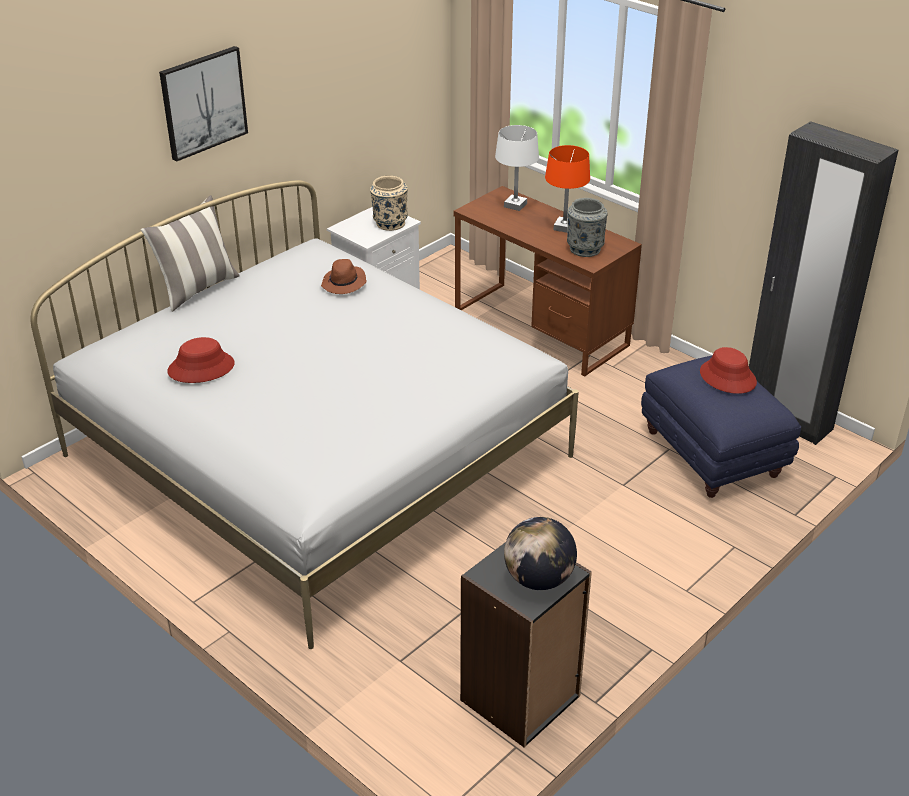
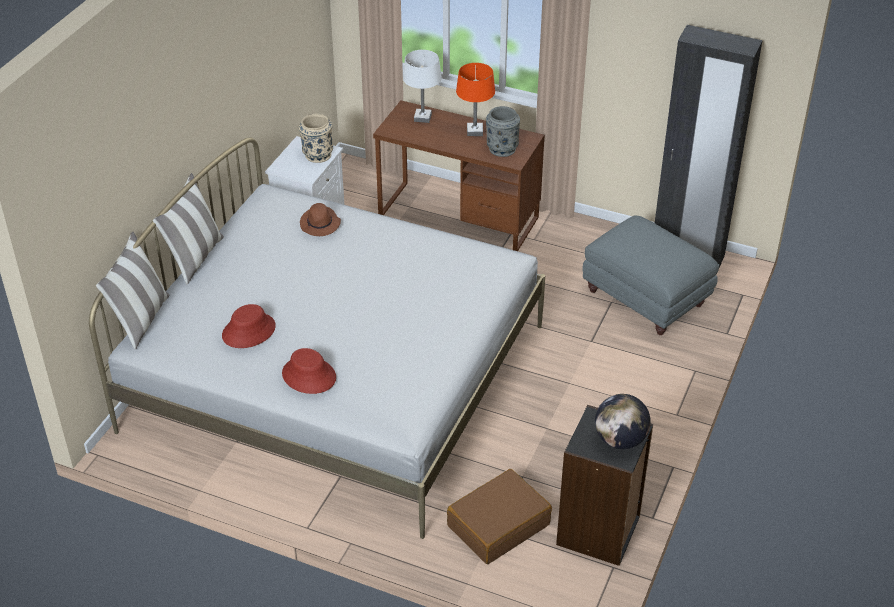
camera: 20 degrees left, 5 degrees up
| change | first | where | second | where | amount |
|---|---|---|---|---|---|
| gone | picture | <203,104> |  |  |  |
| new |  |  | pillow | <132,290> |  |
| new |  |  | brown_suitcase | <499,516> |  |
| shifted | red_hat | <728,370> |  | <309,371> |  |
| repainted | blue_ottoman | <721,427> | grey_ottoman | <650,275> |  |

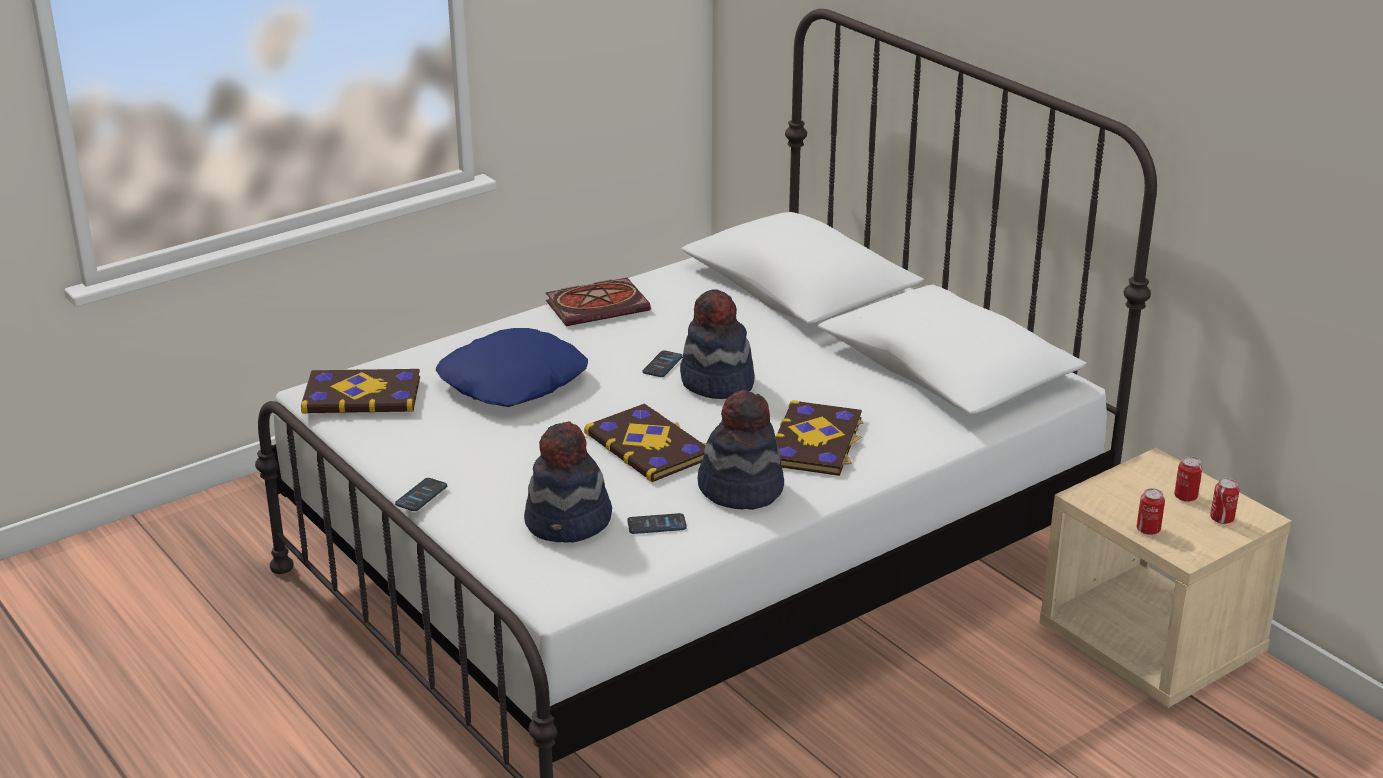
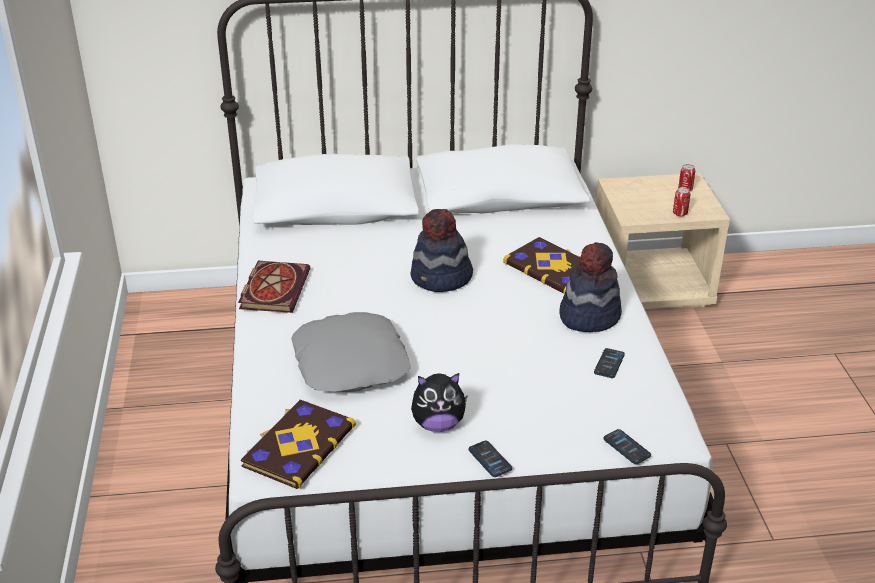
camera: 60 degrees left, 5 degrees up
| change | first | where | second | where | amount |
|---|---|---|---|---|---|
| gone | hat | <568,482> |  |  |  |
| gone | book | <645,442> |  |  |  |
| gone | can | <1188,479> |  |  |  |
| new |  |  | plush_toy | <439,402> |  |
| shifted | phone | <663,364> |  | <627,446> |  |
| repainted | blue_pillow | <512,367> | grey_pillow | <351,352> |  |

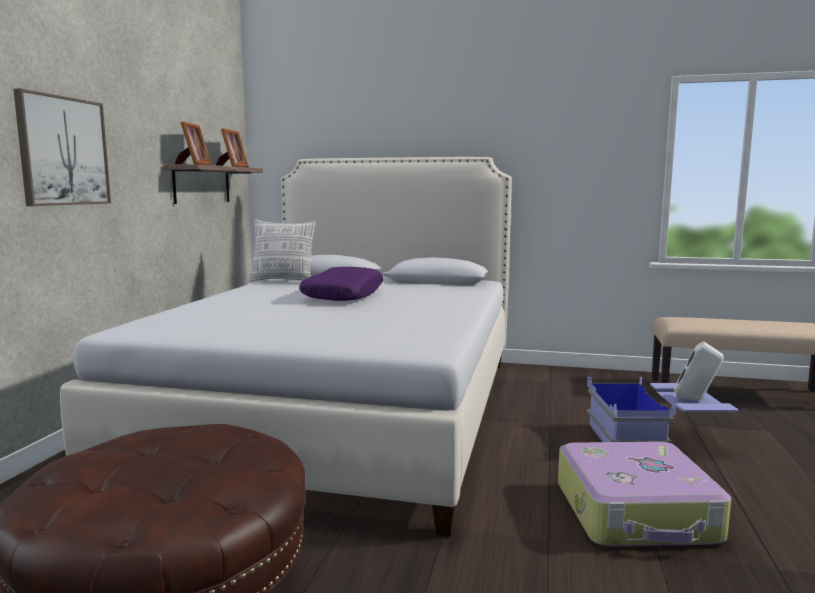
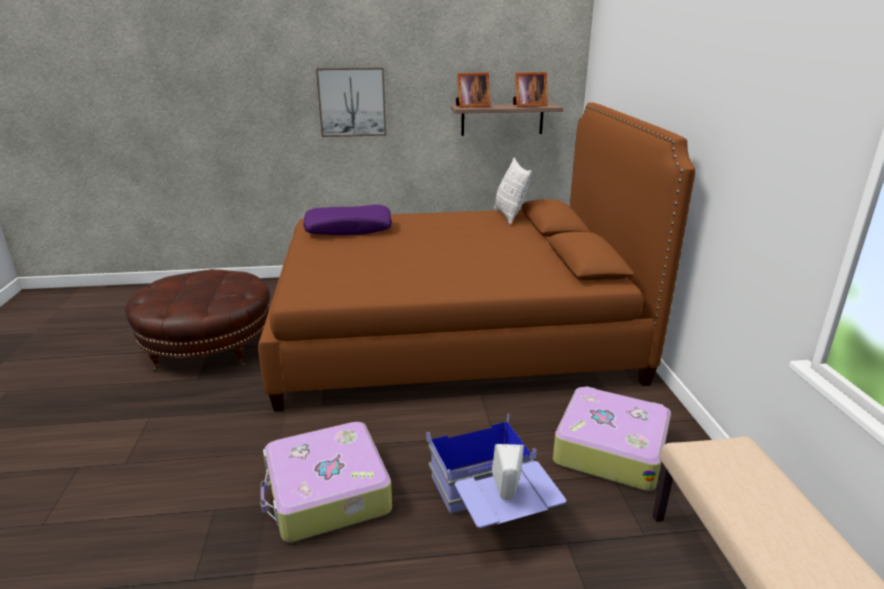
camera: 70 degrees right, 15 degrees up
| change | first | where | second | where | amount |
|---|---|---|---|---|---|
| new |  |  | suitcase | <612,438> |  |
| shifted | purple_pillow | <341,284> |  | <347,220> |  |
| repainted | white_bed | <286,347> | brown_bed | <477,257> |  |

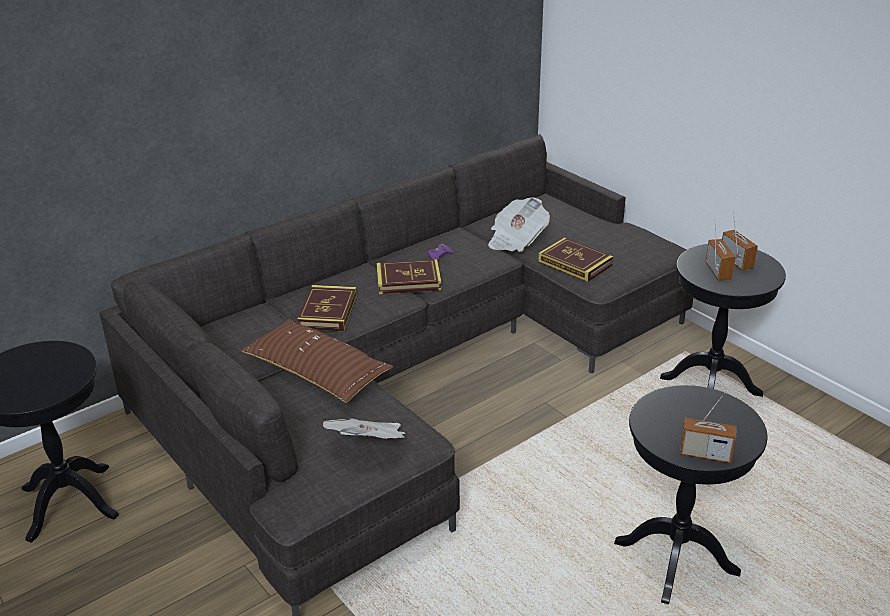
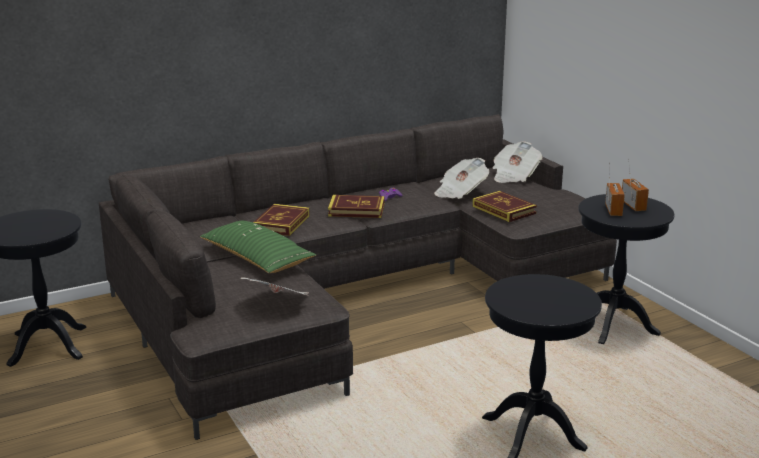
camera: 10 degrees right, 10 degrees down
| change | first | where | second | where | amount |
|---|---|---|---|---|---|
| gone | radio | <708,427> |  |  |  |
| new |  |  | newspaper | <518,162> |  |
| repainted | brown_pillow | <317,361> | green_pillow | <258,247> |  |

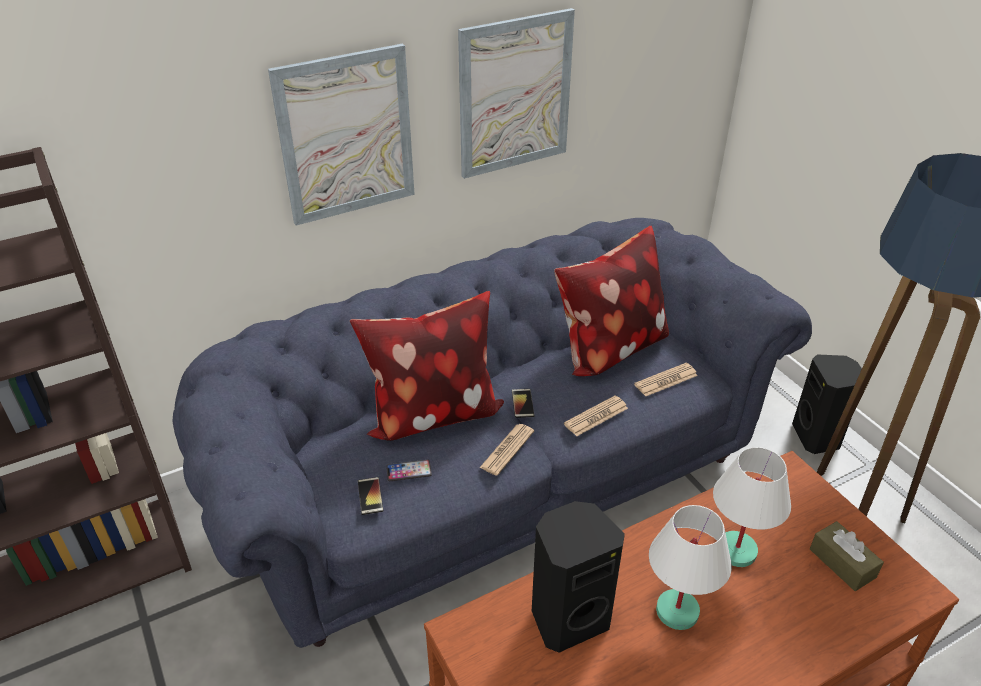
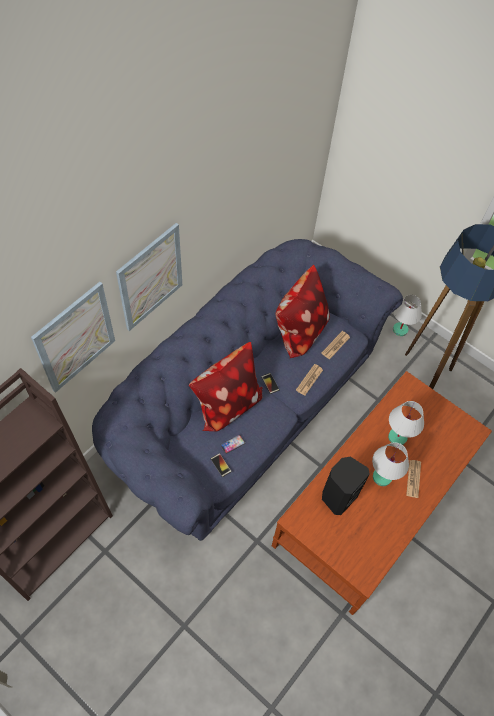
camera: 25 degrees left, 20 degrees up
| change | first | where | second | where | amount |
|---|---|---|---|---|---|
| gone | brown_tissue_box | <847,556> |  |  |  |
| shifted | picture | <516,93> |  | <73,337> |  |
| shifted | newspaper | <506,450> |  | <413,479> |  |
| swapped | black_speaker | <827,404> | white_table_lamp | <407,315> |  |

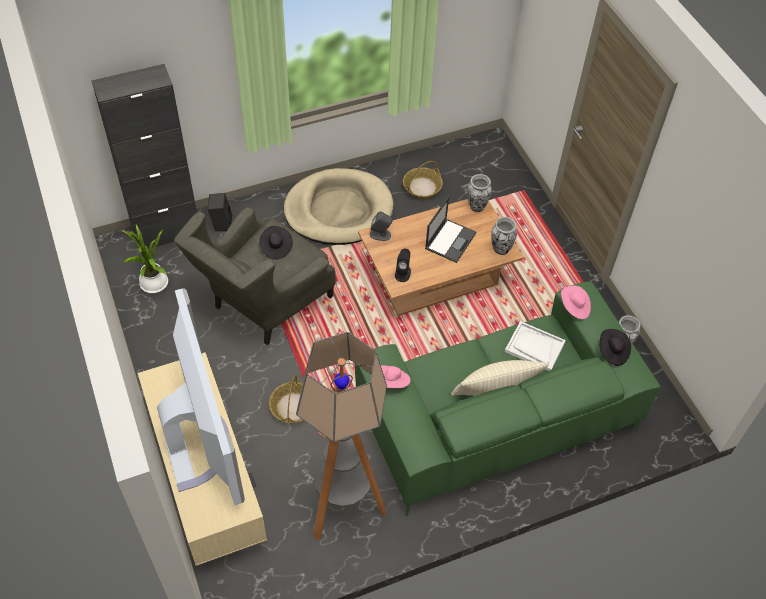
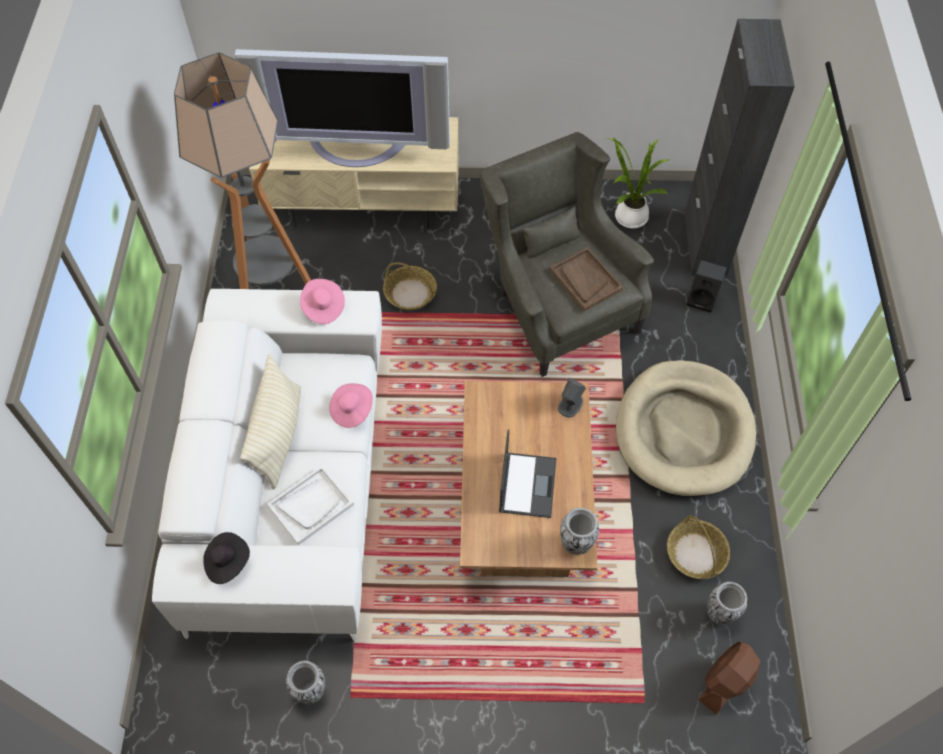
camera: 115 degrees right, 5 degrees up
| change | first | where | second | where | amount |
|---|---|---|---|---|---|
| gone | black_speaker | <403,265> |  |  |  |
| new |  |  | brown_fan | <729,678> |  |
| shifted | vase | <504,236> |  | <727,603> |  |
| shifted | pink_hat | <576,302> |  | <351,405> |  |
| swapped | black_hat | <276,243> | brown_tray | <586,279> |  |
| repainted | green_sofa | <508,398> | white_sofa | <267,465> |  |
| rotated | laptop | <450,229> |  | <527,473> | 135 degrees counterclockwise |

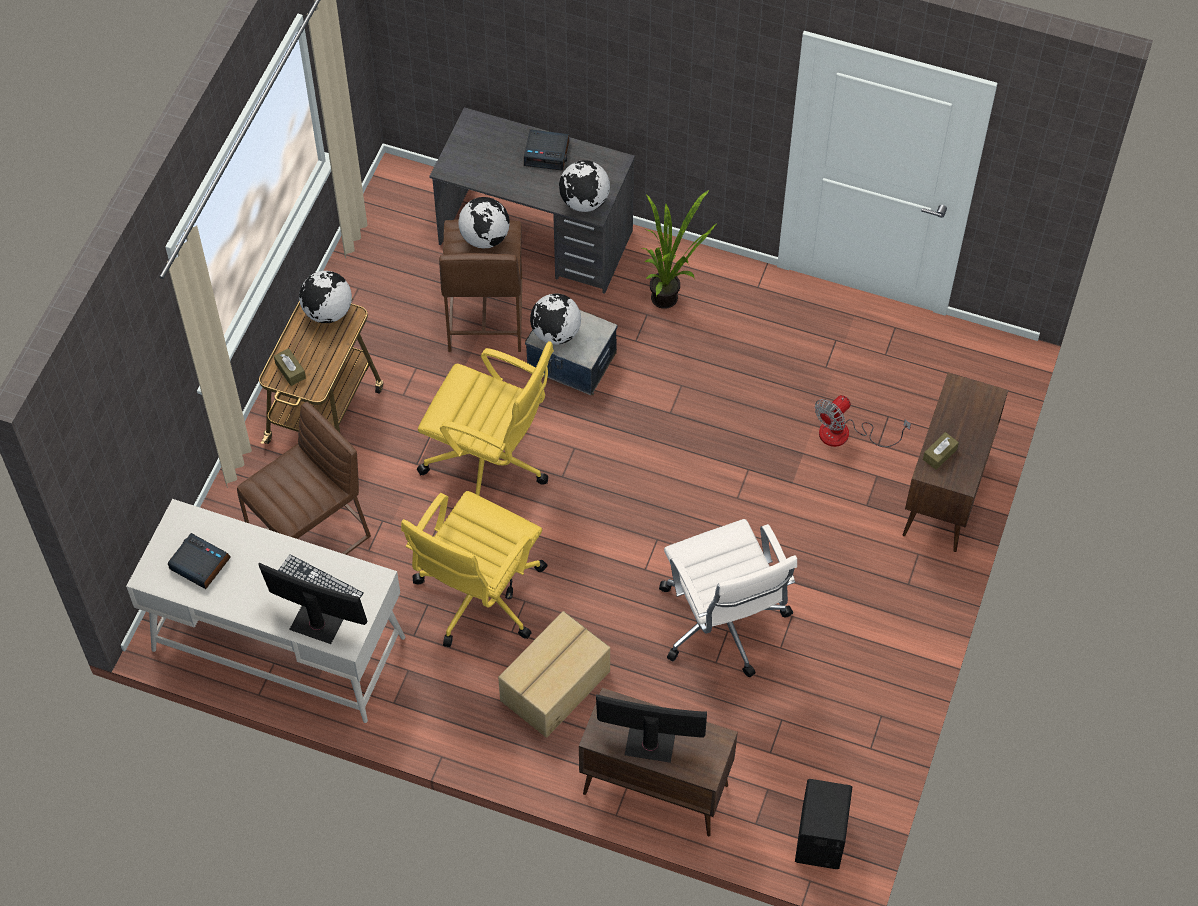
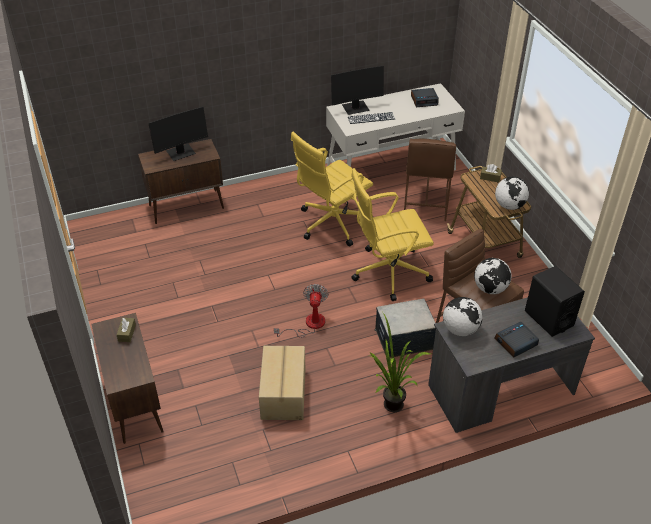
camera: 140 degrees right, 15 degrees down
| change | first | where | second | where | amount |
|---|---|---|---|---|---|
| gone | globe | <555,319> |  |  |  |
| gone | white_office_chair | <728,598> |  |  |  |
| shifted | cardboard_box | <554,674> |  | <282,383> |  |
| shifted | black_speaker | <823,824> |  | <555,301> |  |
| shifted | fan | <863,421> |  | <301,311> |  |
| rotated | yellow_office_chair | <474,569> |  | <332,189> | 120 degrees counterclockwise |

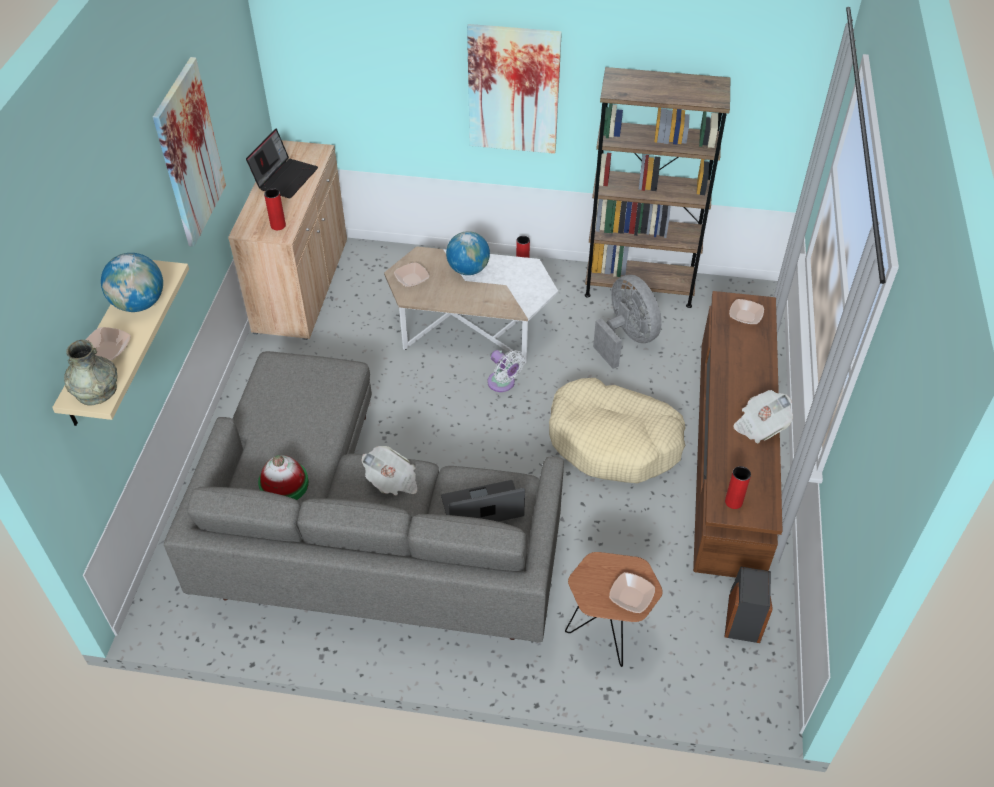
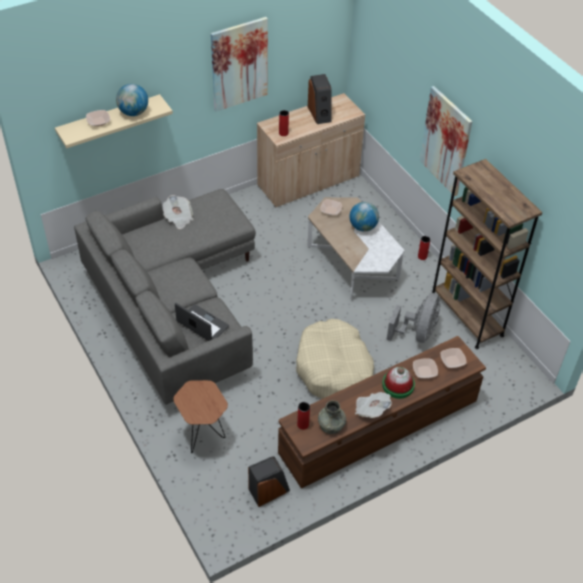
camera: 50 degrees right, 0 degrees up
| change | first | where | second | where | amount |
|---|---|---|---|---|---|
| gone | white_fan | <506,371> |  |  |  |
| shifted | grey_vase | <90,372> |  | <332,417> |  |
| shifted | hat | <283,477> |  | <398,383> |  |
| shifted | newspaper | <389,470> |  | <178,212> |  |
| shifted | bowl | <632,592> |  | <425,368> |  |
| swapped | laptop | <282,163> | speaker | <320,99> |  |

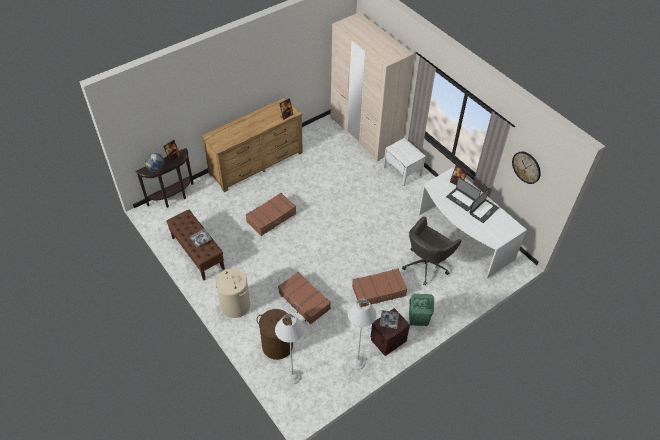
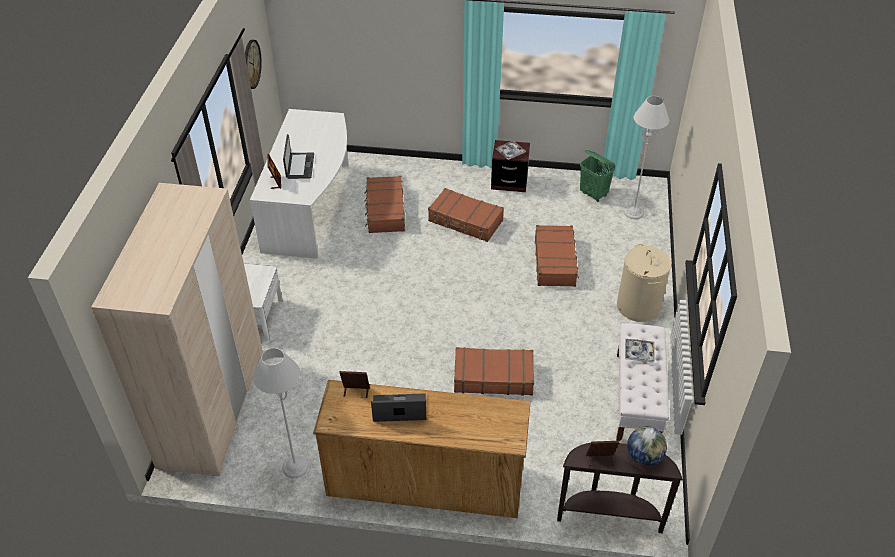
camera: 135 degrees left, 5 degrees down
| change | first | where | second | where | amount |
|---|---|---|---|---|---|
| gone | brown_laundry_basket | <274,334> |  |  |  |
| shifted | grey_floor_lamp | <362,334> |  | <280,413> |  |
| shifted | green_laundry_basket | <421,310> |  | <598,176> |  |
| shifted | laptop | <484,205> |  | <398,407> |  |
| swapped | grey_office_chair | <431,251> | brown_suitcase | <384,204> |  |
| repainted | brown_bench | <195,245> | white_bench | <642,382> |  |

